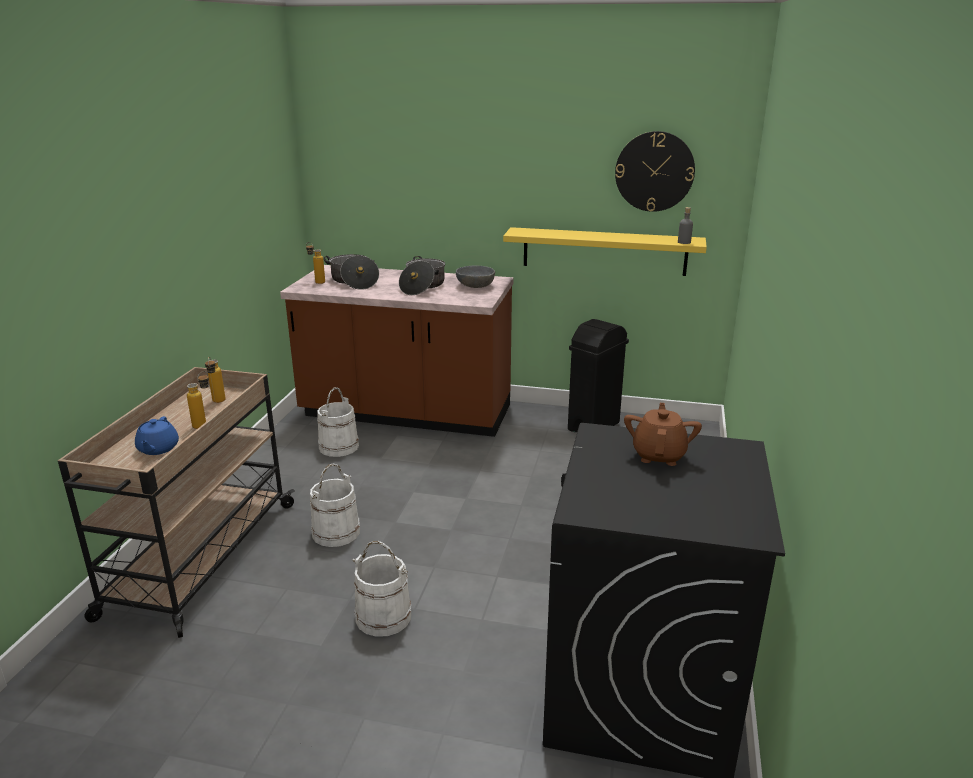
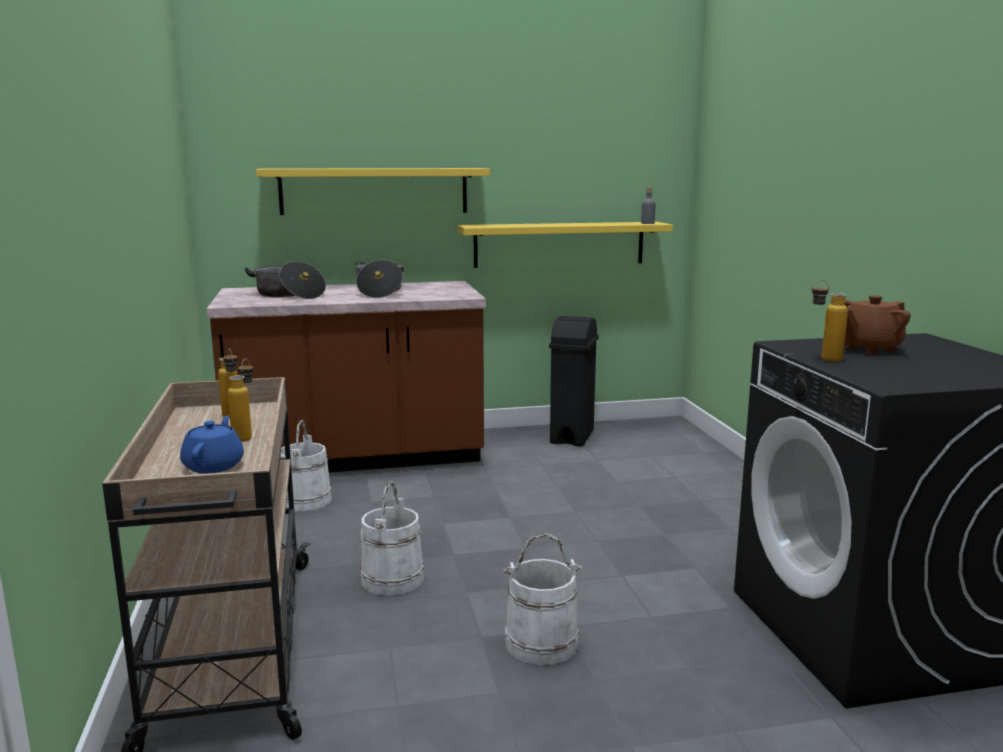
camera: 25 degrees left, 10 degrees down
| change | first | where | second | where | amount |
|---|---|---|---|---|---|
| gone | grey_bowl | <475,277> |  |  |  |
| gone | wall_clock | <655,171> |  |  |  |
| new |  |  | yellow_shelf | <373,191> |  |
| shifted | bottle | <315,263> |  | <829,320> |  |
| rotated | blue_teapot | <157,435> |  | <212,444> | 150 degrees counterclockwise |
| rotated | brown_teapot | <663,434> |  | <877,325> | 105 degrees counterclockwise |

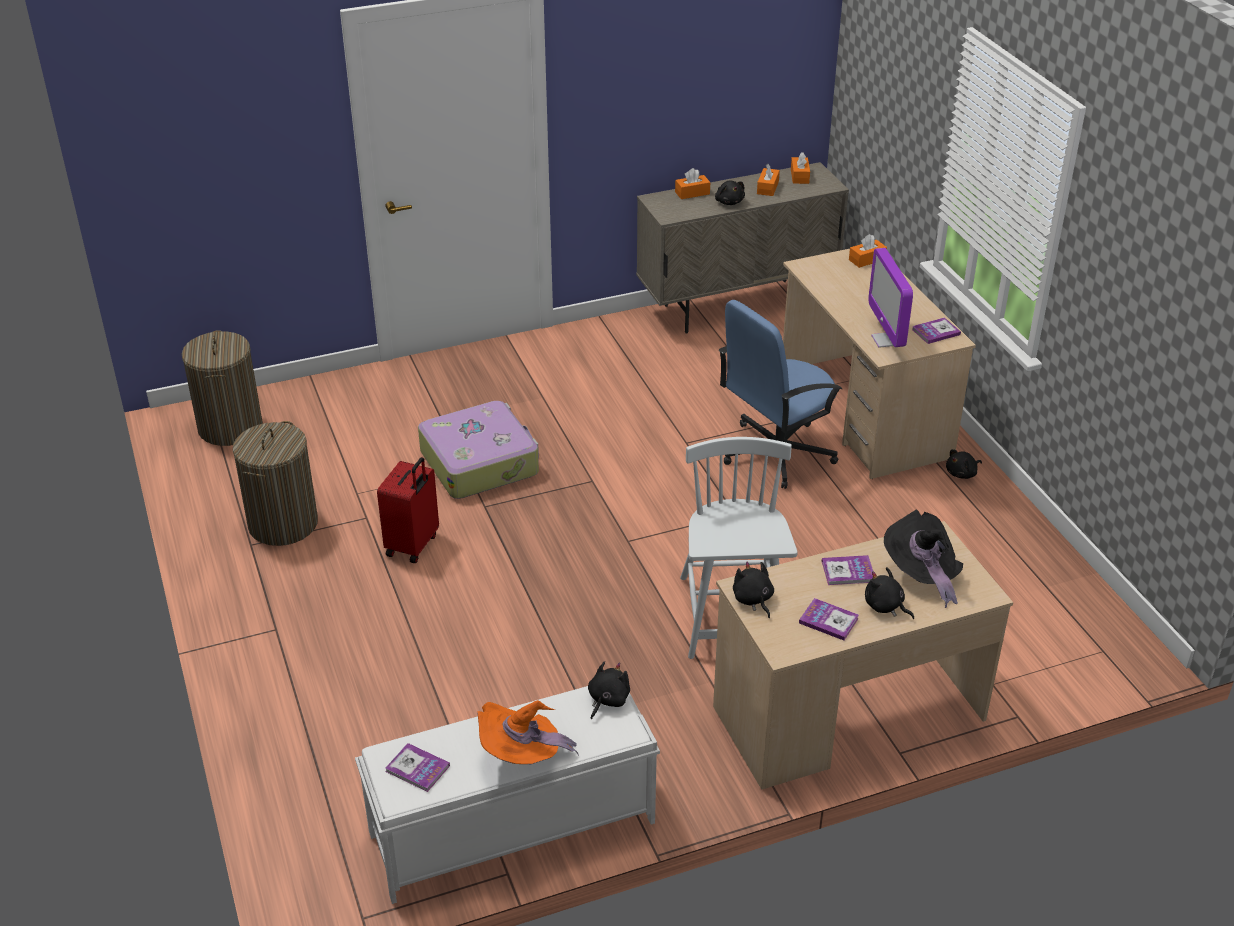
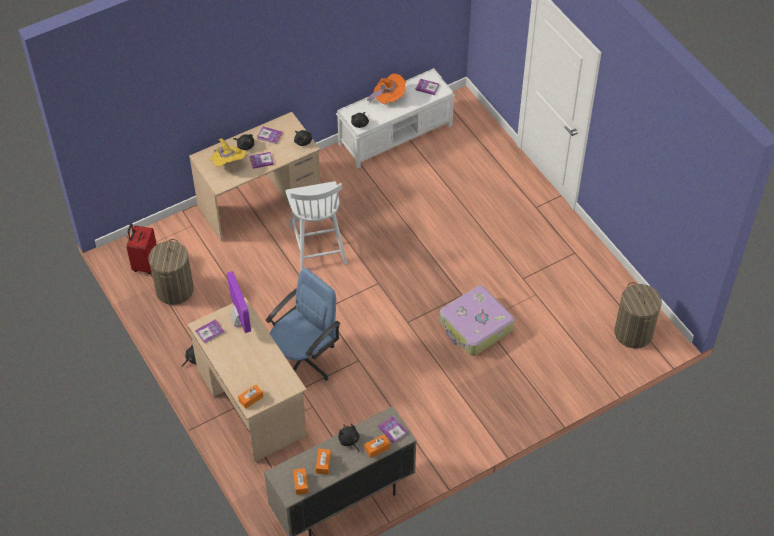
camera: 170 degrees right, 15 degrees up
| change | first | where | second | where | amount |
|---|---|---|---|---|---|
| new |  |  | book | <393,430> |  |
| shifted | laundry_basket | <275,483> |  | <171,272> |  |
| shifted | red_suitcase | <408,510> |  | <141,248> |  |
| repainted | black_hat | <923,559> | yellow_hat | <228,152> |  |

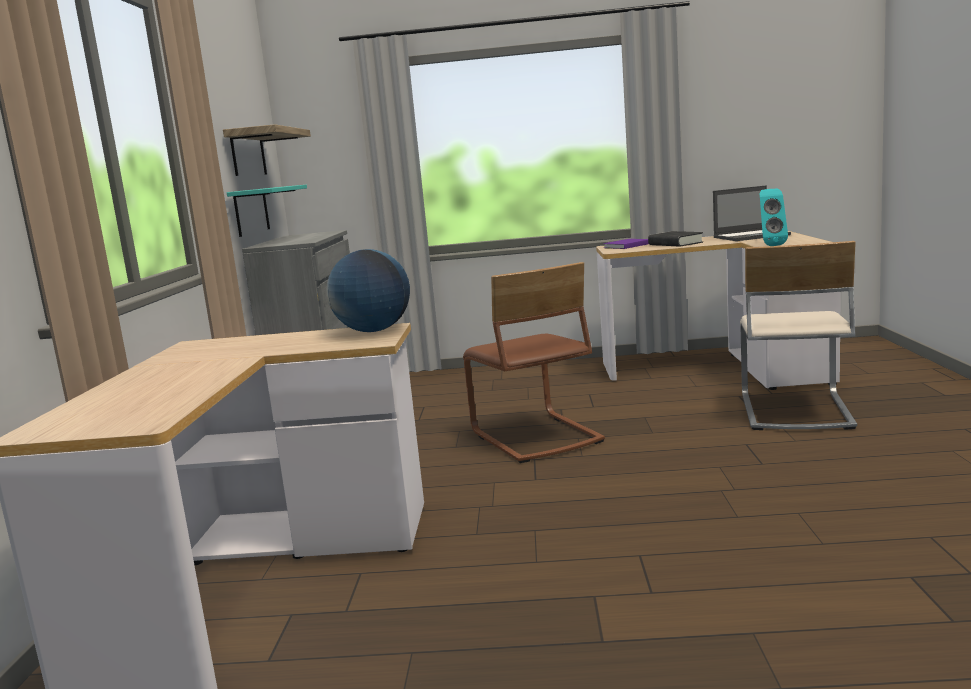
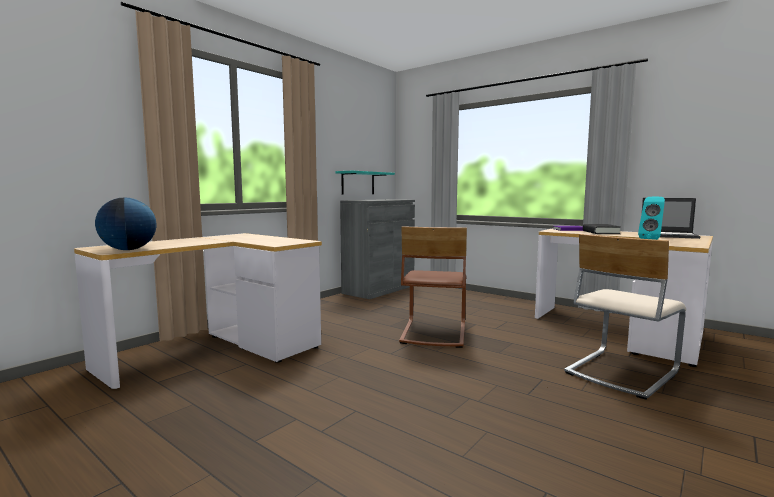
camera: 35 degrees right, 5 degrees down
| change | first | where | second | where | amount |
|---|---|---|---|---|---|
| gone | shelf | <267,150> |  |  |  |
| shifted | globe | <368,290> |  | <125,223> |  |

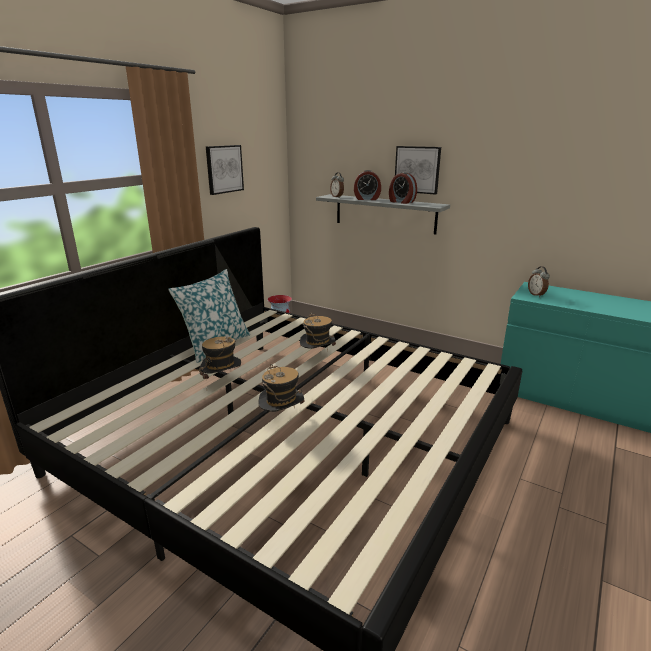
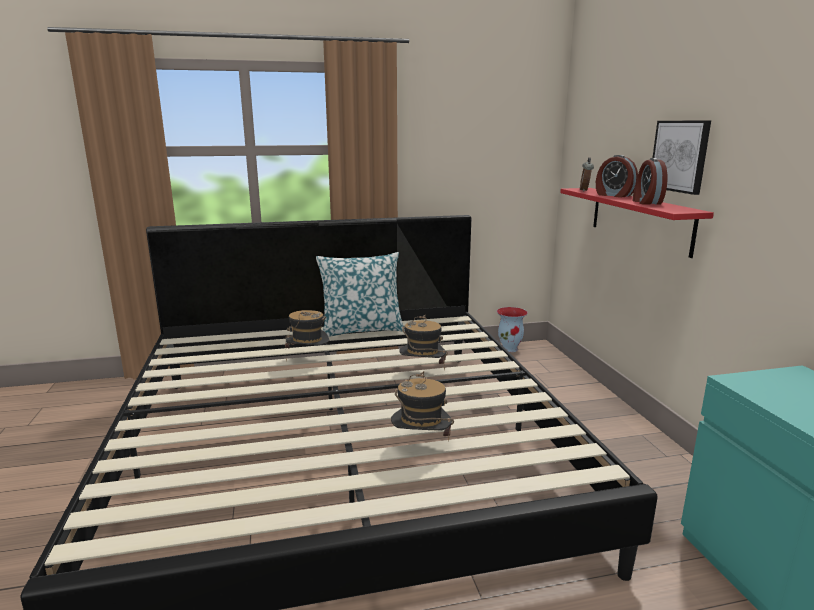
camera: 45 degrees right, 5 degrees down
| change | first | where | second | where | amount |
|---|---|---|---|---|---|
| gone | picture | <225,170> |  |  |  |
| gone | alarm_clock | <539,281> |  |  |  |
| shifted | hat | <281,387> |  | <422,405> |  |
| repainted | grey_shelf | <383,214> | red_shelf | <637,223> |  |

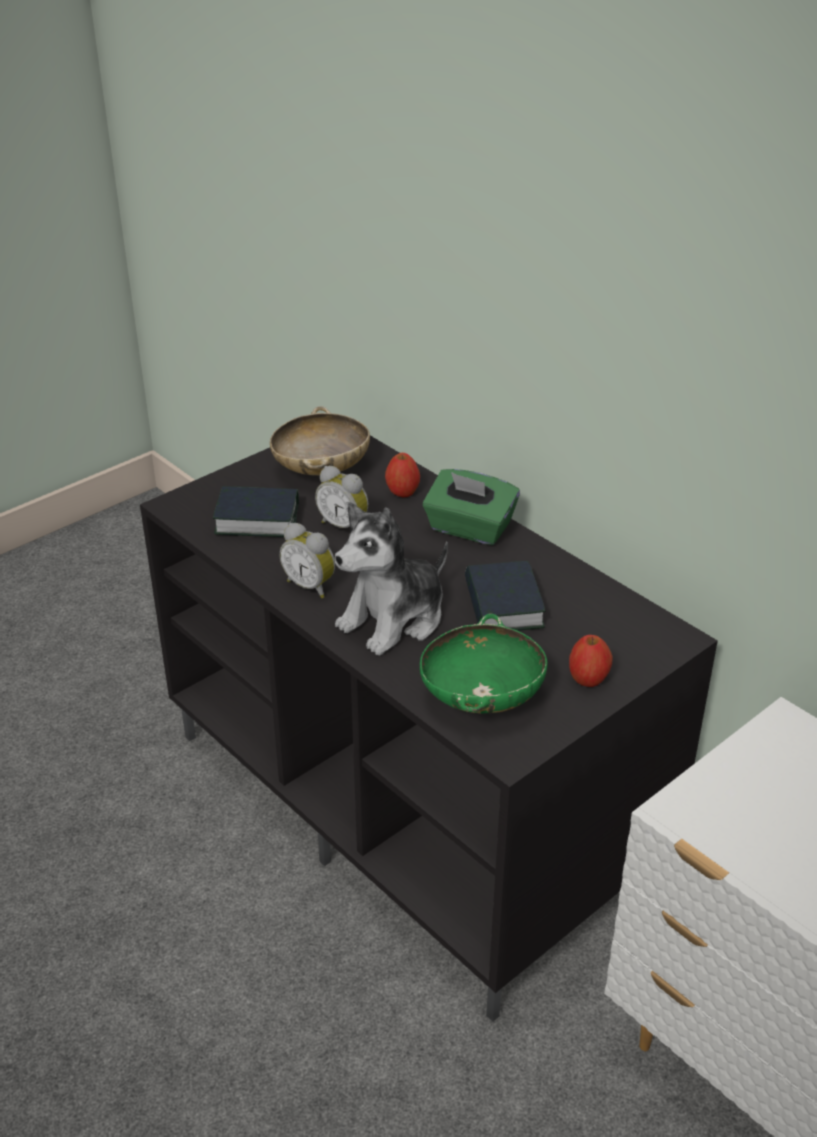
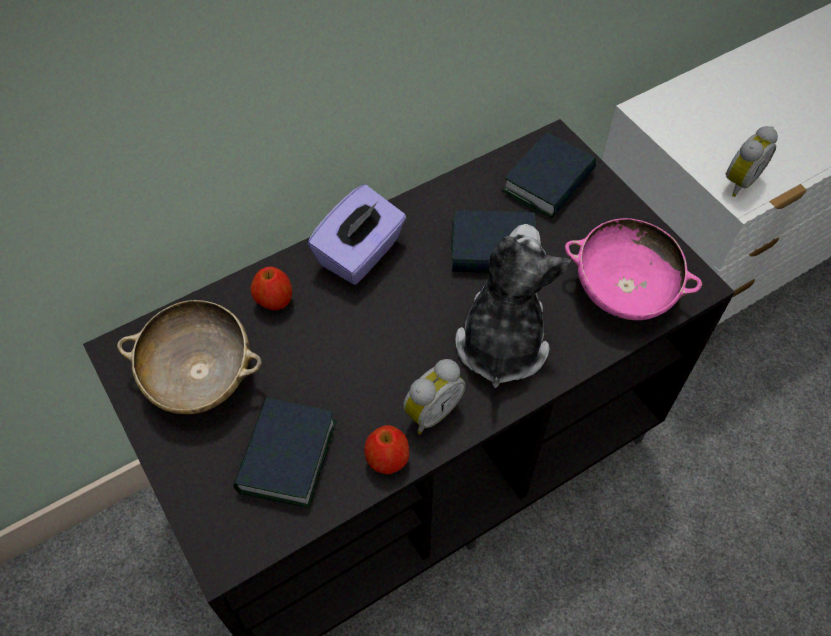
camera: 80 degrees left, 20 degrees up
| change | first | where | second | where | amount |
|---|---|---|---|---|---|
| new |  |  | book | <548,175> |  |
| shifted | alarm_clock | <341,497> |  | <751,161> |  |
| shifted | apple | <590,661> |  | <386,449> |  |
| repainted | green_bowl | <484,663> | pink_bowl | <633,269> |  |
| repainted | green_tissue_box | <471,507> | purple_tissue_box | <357,234> |  |
| rotated | plush_toy | <391,579> |  | <513,306> | 135 degrees counterclockwise |

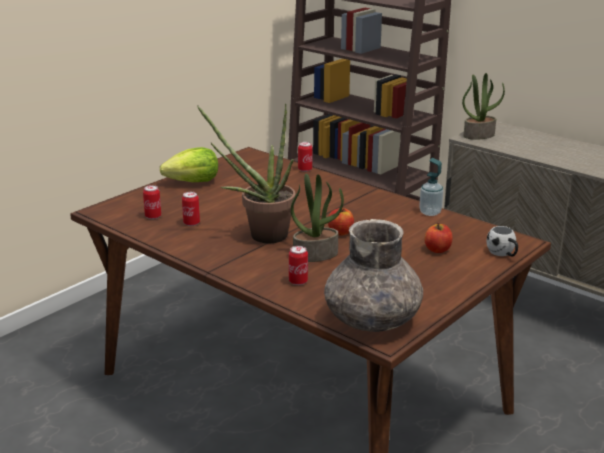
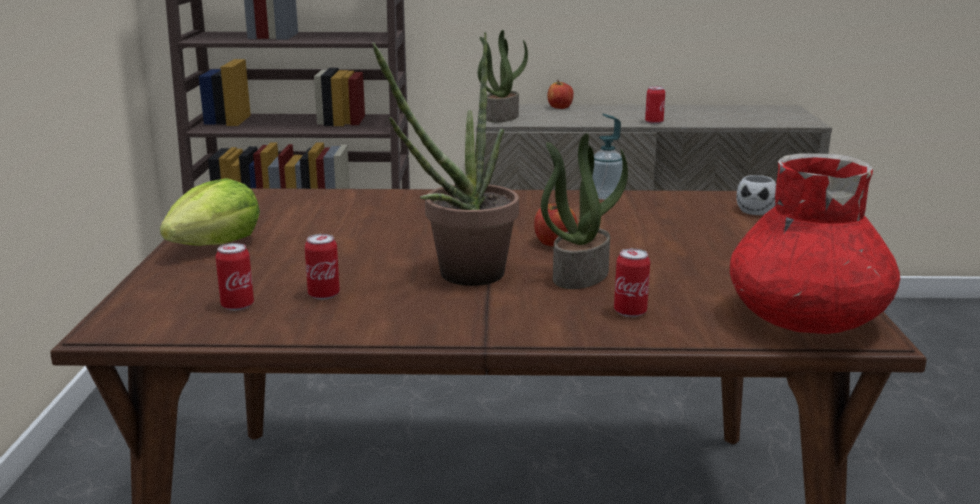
camera: 40 degrees left, 5 degrees down
| change | first | where | second | where | amount |
|---|---|---|---|---|---|
| shifted | can | <305,157> |  | <655,105> |  |
| shifted | apple | <438,238> |  | <560,94> |  |
| repainted | grey_vase | <373,275> | red_vase | <815,243> |  |

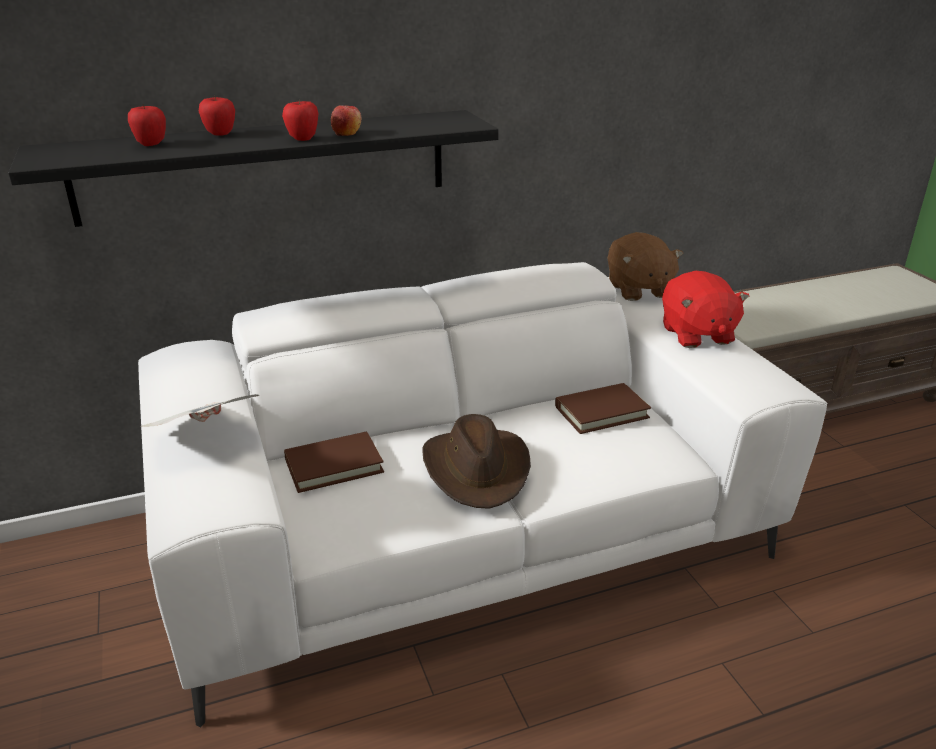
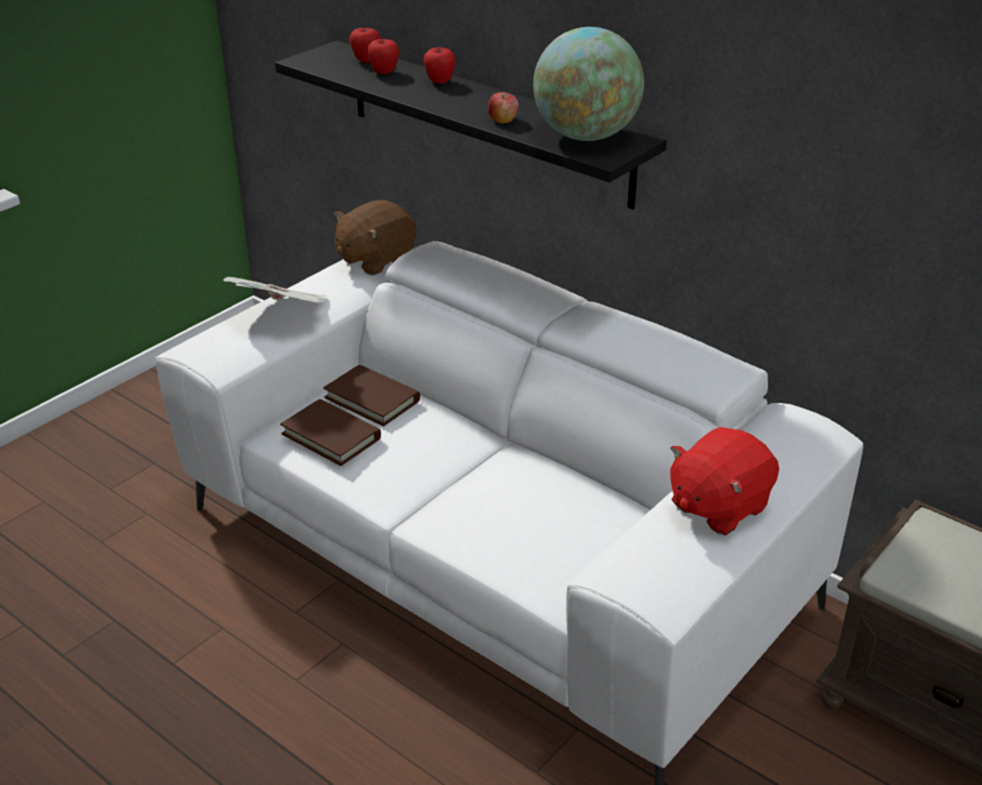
camera: 60 degrees right, 5 degrees up
| change | first | where | second | where | amount |
|---|---|---|---|---|---|
| gone | brown_hat | <476,461> |  |  |  |
| new |  |  | globe | <588,84> |  |
| shifted | apple | <300,120> |  | <365,45> |  |
| shifted | brown_book | <603,408> |  | <330,432> |  |
| shifted | brown_plush_toy | <645,266> |  | <375,237> |  |

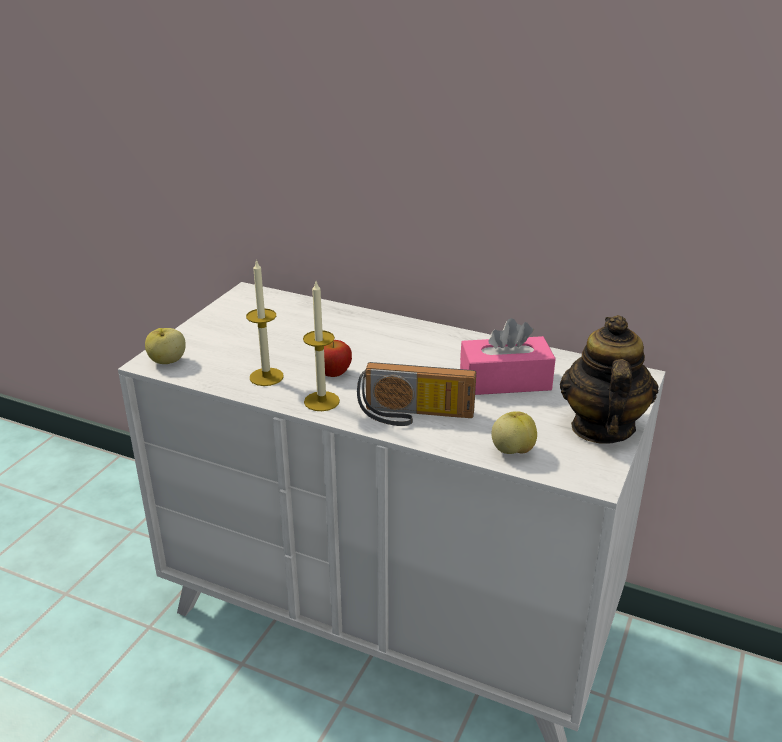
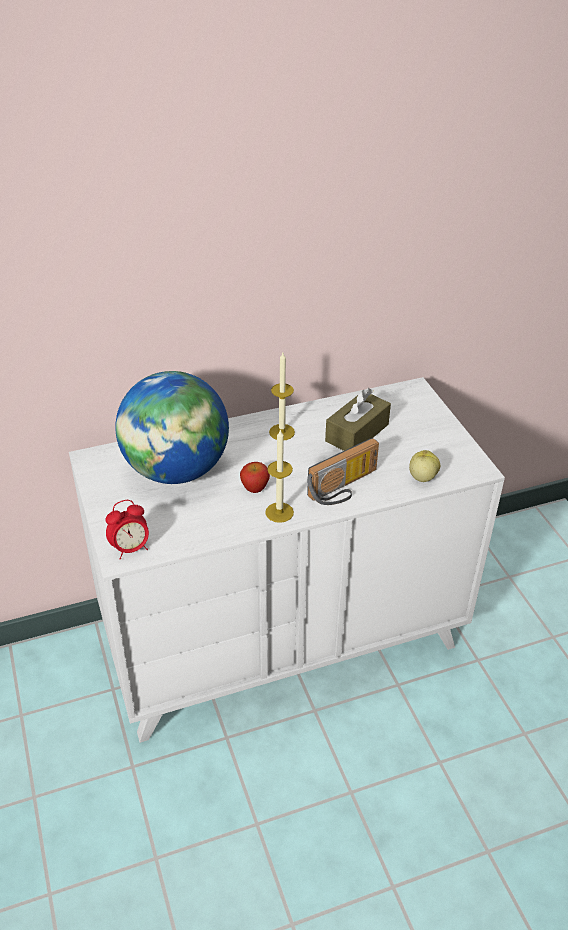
camera: 45 degrees left, 10 degrees up
| change | first | where | second | where | amount |
|---|---|---|---|---|---|
| gone | teapot | <609,379> |  |  |  |
| new |  |  | globe | <172,427> |  |
| shifted | candle | <265,322> |  | <282,396> |  |
| swapped | apple | <165,346> | alarm_clock | <127,530> |  |
| repainted | pink_tissue_box | <508,356> | brown_tissue_box | <358,419> |  |

